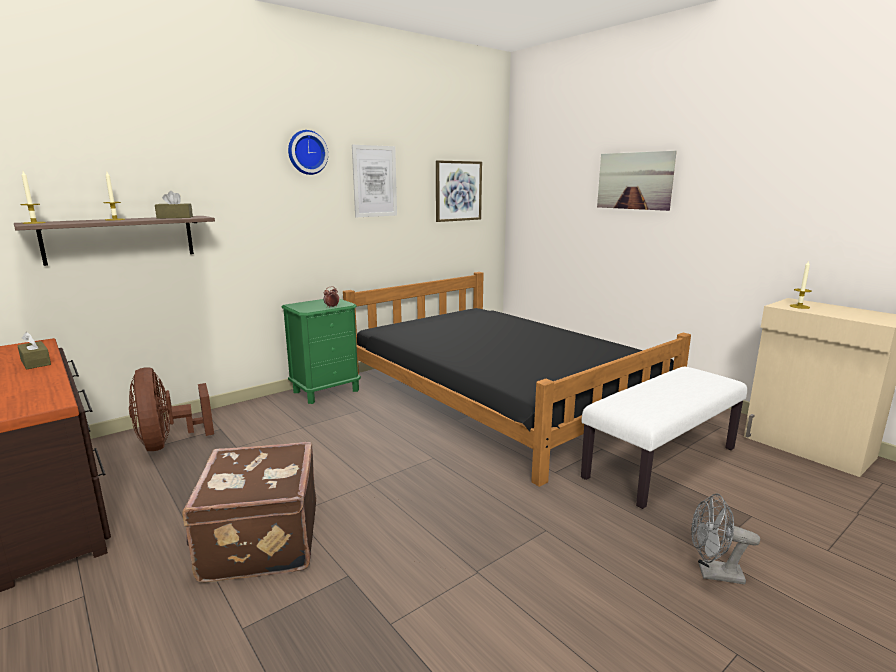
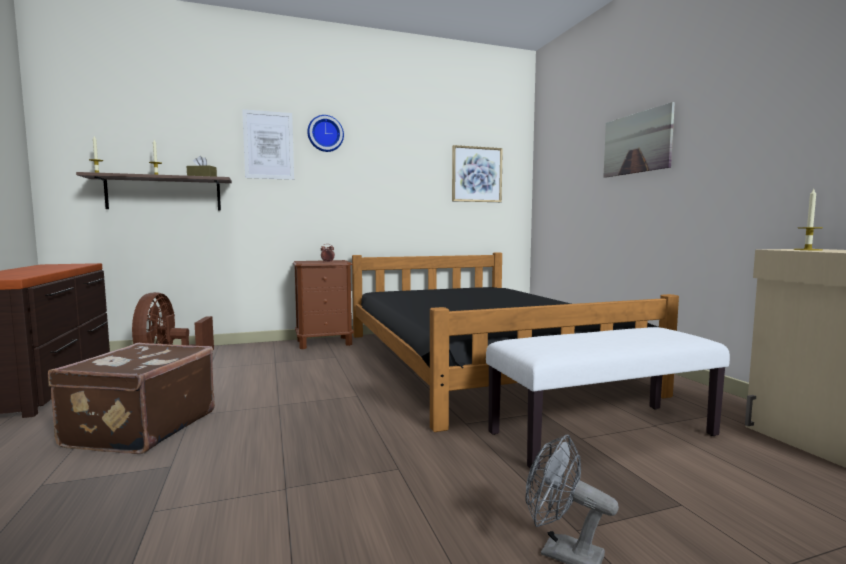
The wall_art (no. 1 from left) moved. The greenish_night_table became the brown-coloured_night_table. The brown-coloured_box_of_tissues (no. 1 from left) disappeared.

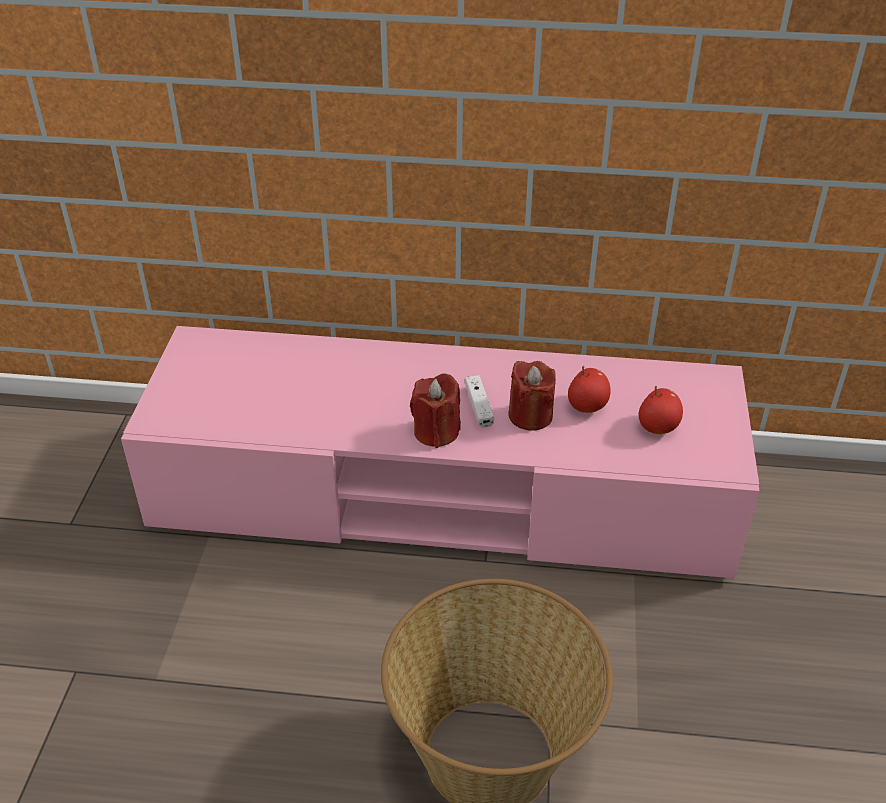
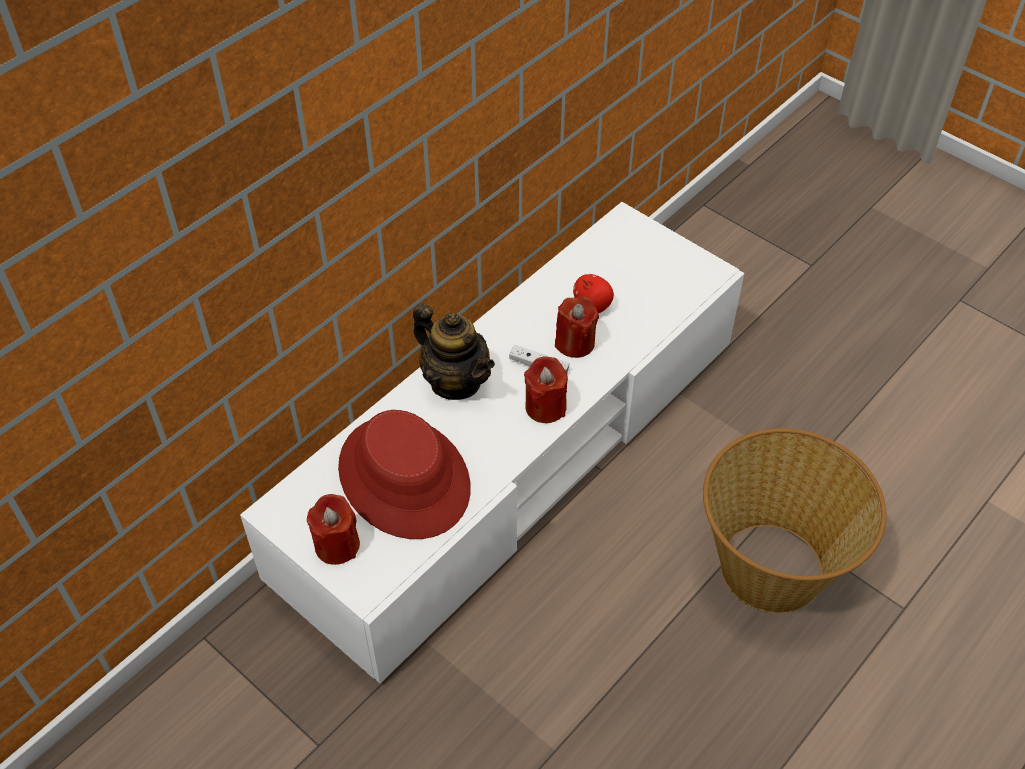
The pink_tv_unit became the whitish_tv_unit. The apple (no. 2 from left) disappeared. The pot_for_tea appeared. The red-coloured_clothing_hat appeared. The red-coloured_candle (no. 1 from left) appeared.

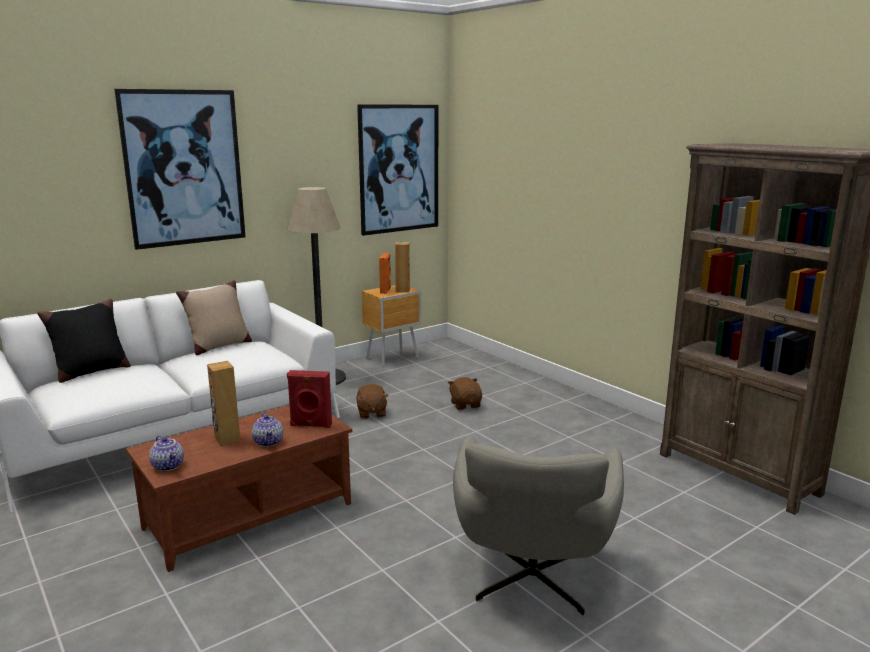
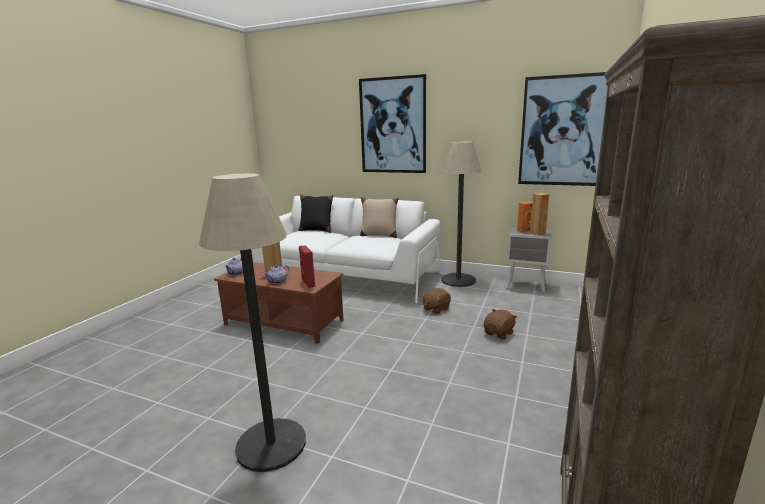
The brown-coloured_night_table became the gray_night_table. The gray_armchair was replaced by the standard_lamp (no. 1 from left).

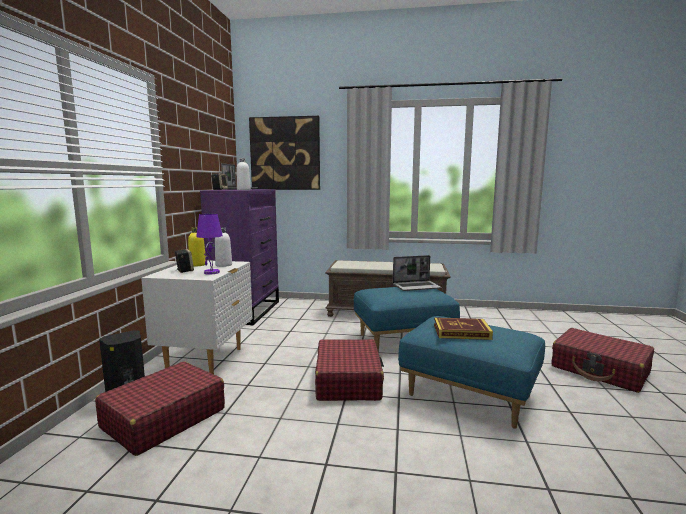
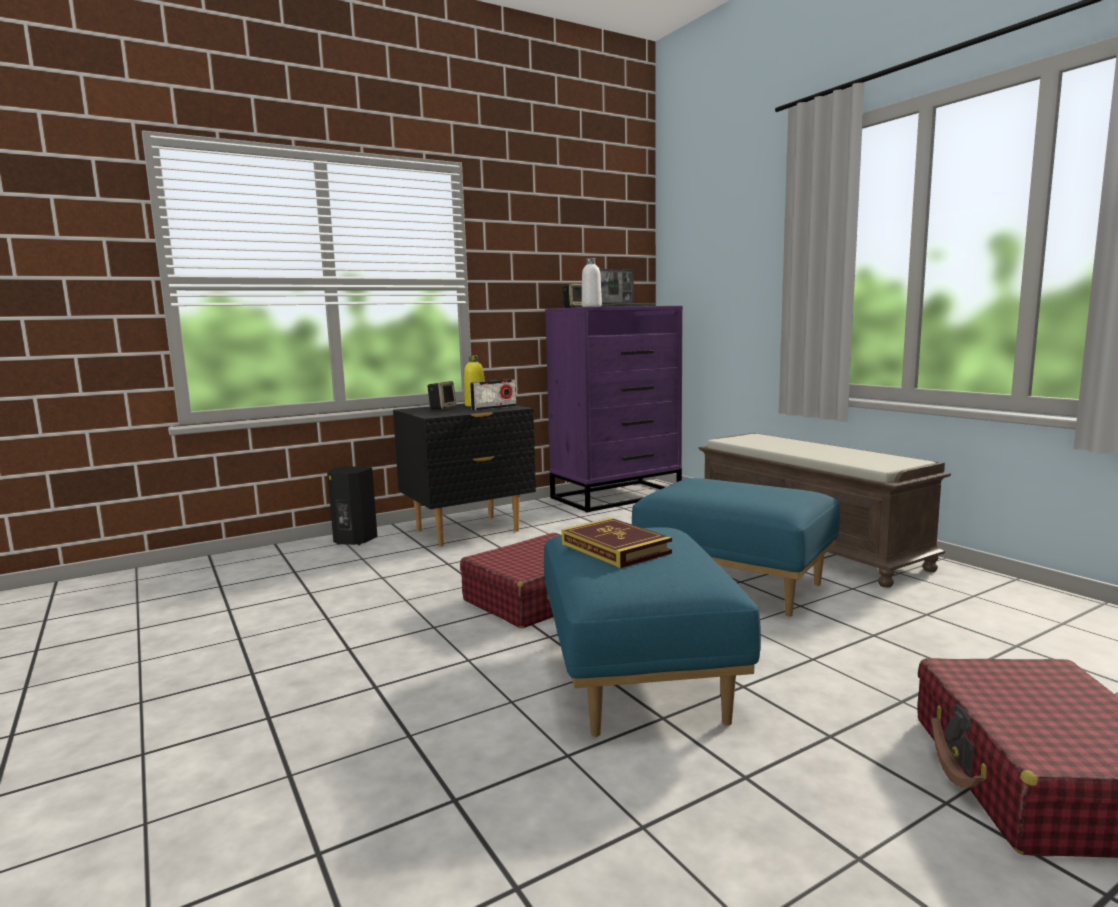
The wall_art disappeared. The purple_tabletop_lamp disappeared. The whitish_bottle (no. 1 from left) was replaced by the radio_receiver. The notebook_computer (no. 2 from left) disappeared. The whitish_night_table became the blackish_night_table. The red-coloured_travel_case (no. 1 from left) disappeared.

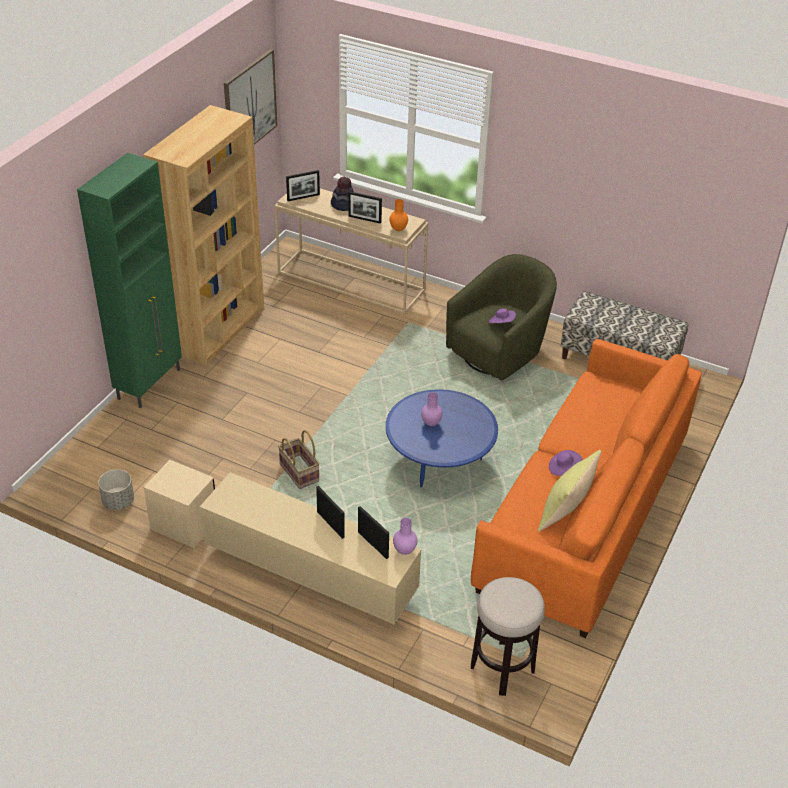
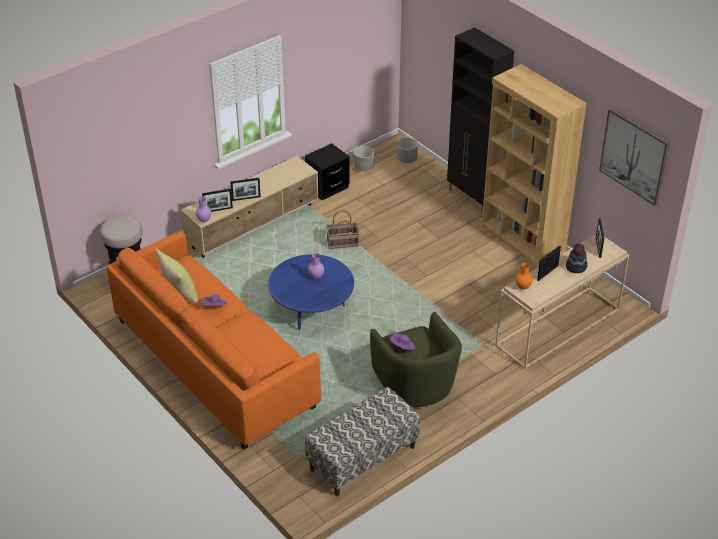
The greenish_cupboard became the blackish_cupboard. The beige_night_table became the blackish_night_table. The gray_planter (no. 2 from left) appeared.

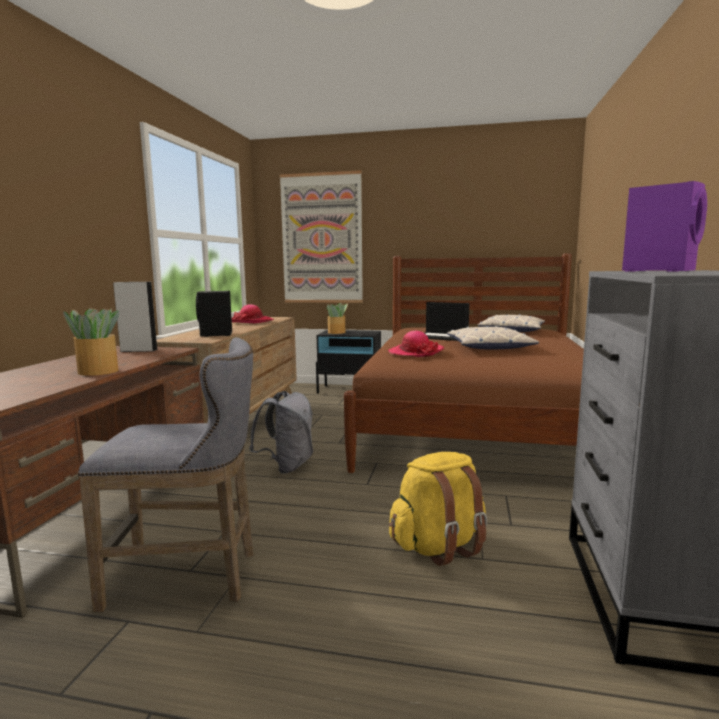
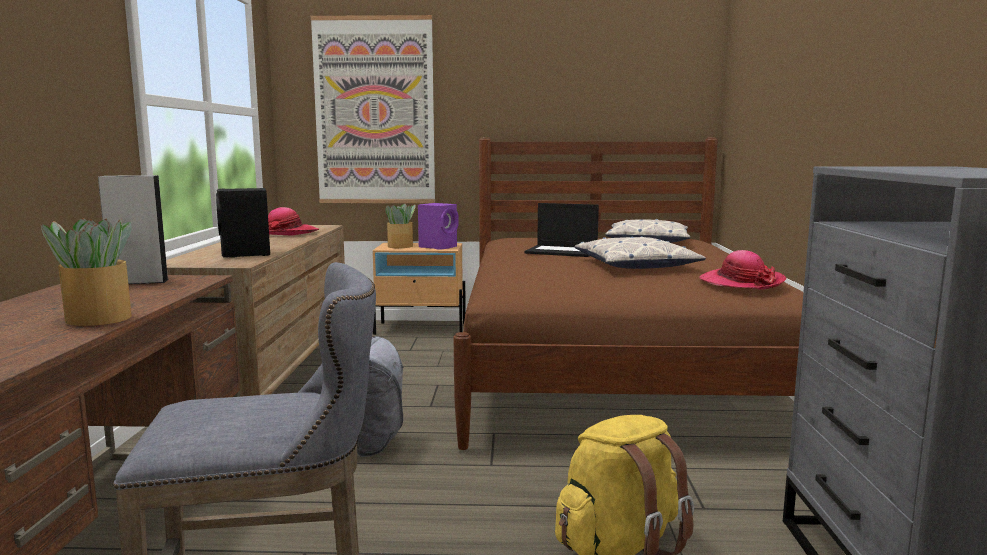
The purple_audio_speaker moved. The blackish_night_table became the beige_night_table. The clothing_hat (no. 2 from left) moved.

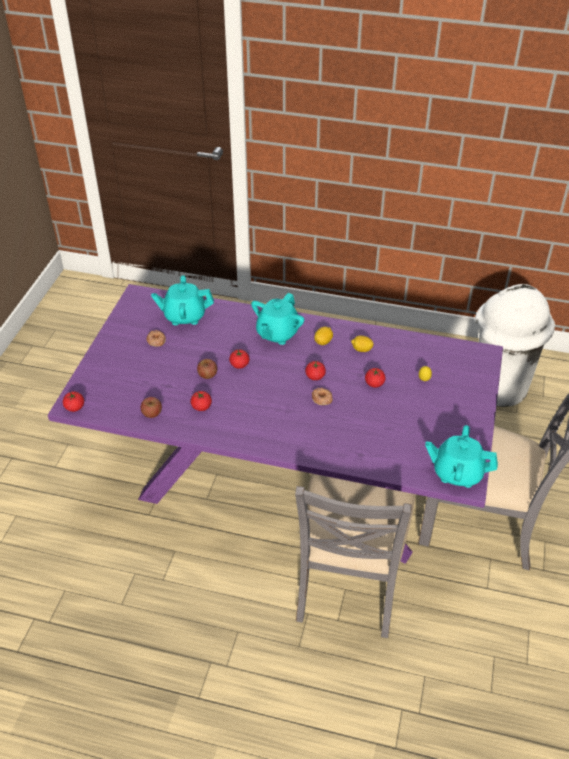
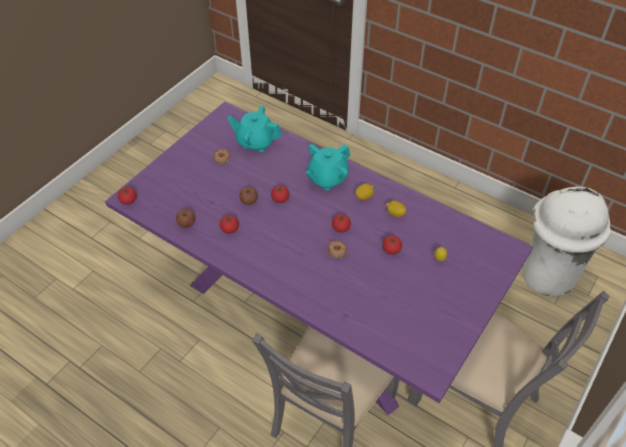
The turquoise-coloured_pot_for_tea (no. 3 from left) disappeared.

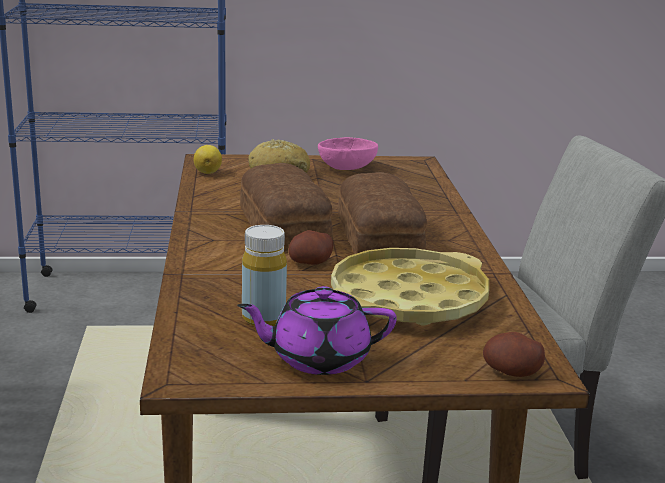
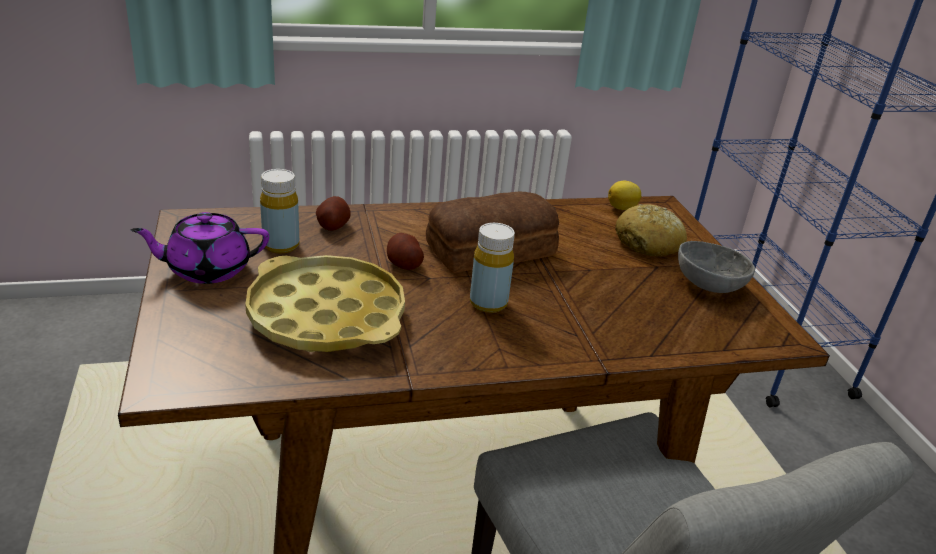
The pink_bowl became the gray_bowl. The bread (no. 3 from left) was replaced by the yellow_bottle (no. 2 from left). The purple_pot_for_tea turned 90 degrees counterclockwise. The potato (no. 2 from left in the first image) moved.

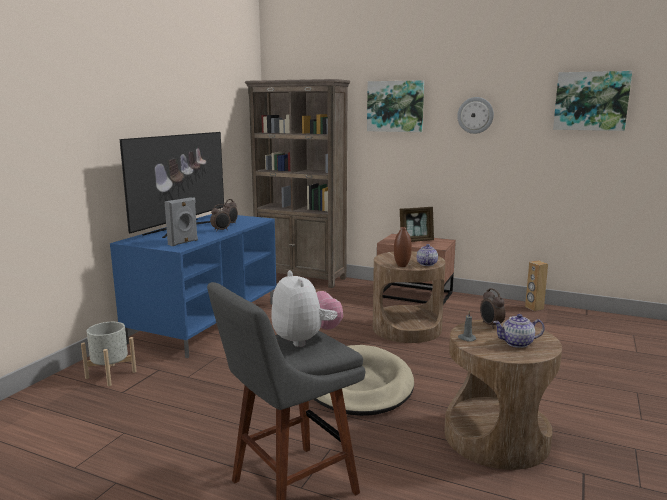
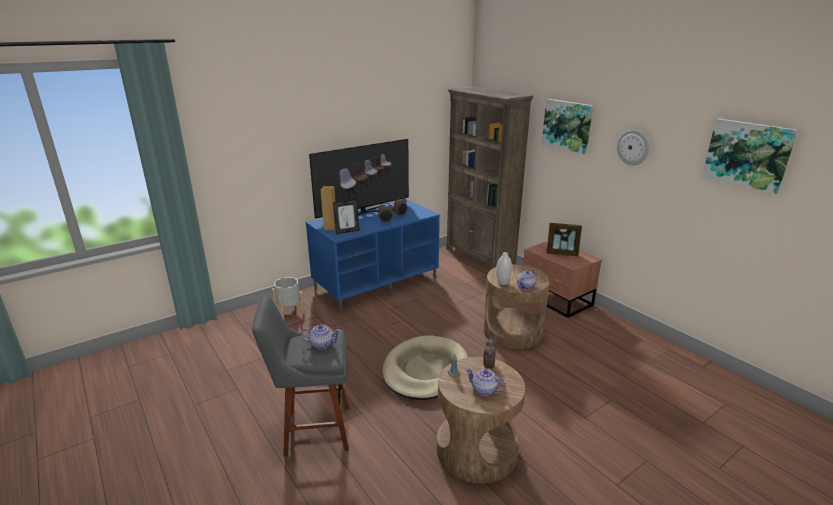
The gray_audio_speaker was replaced by the photo_frame (no. 1 from left). The brown-coloured_decorative_vase became the whitish_decorative_vase. The brown-coloured_audio_speaker moved. The plush_toy was replaced by the pot_for_tea (no. 1 from left).

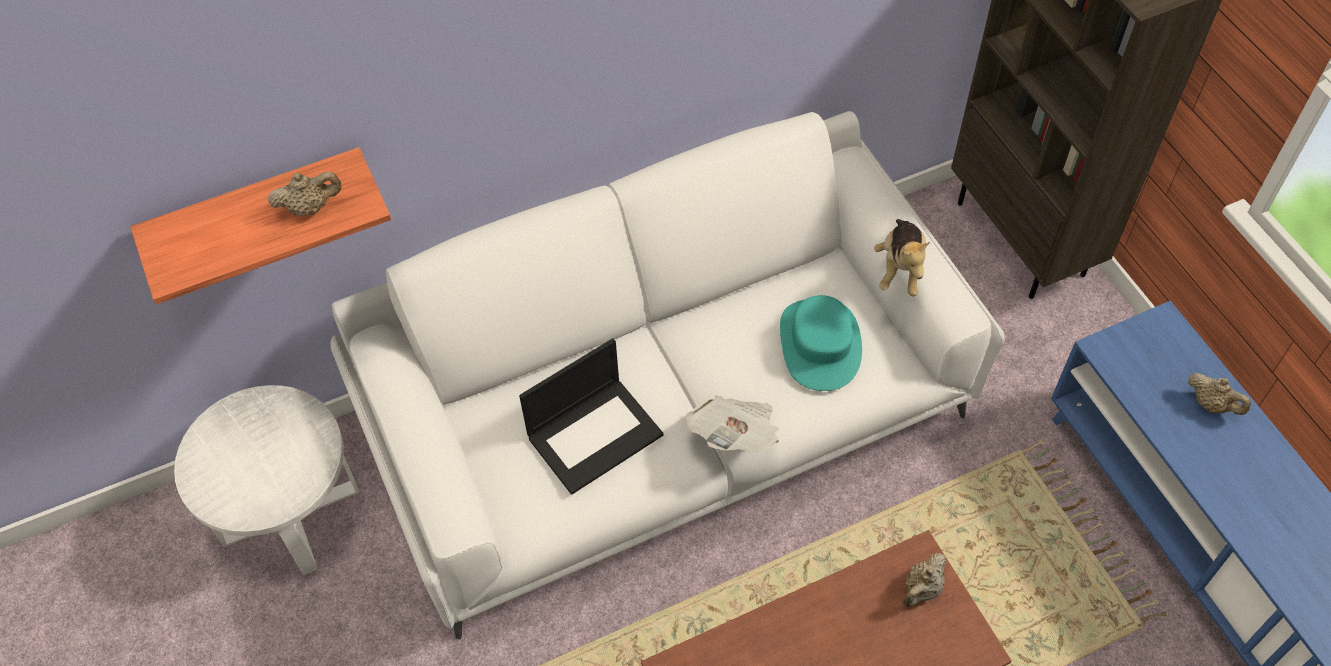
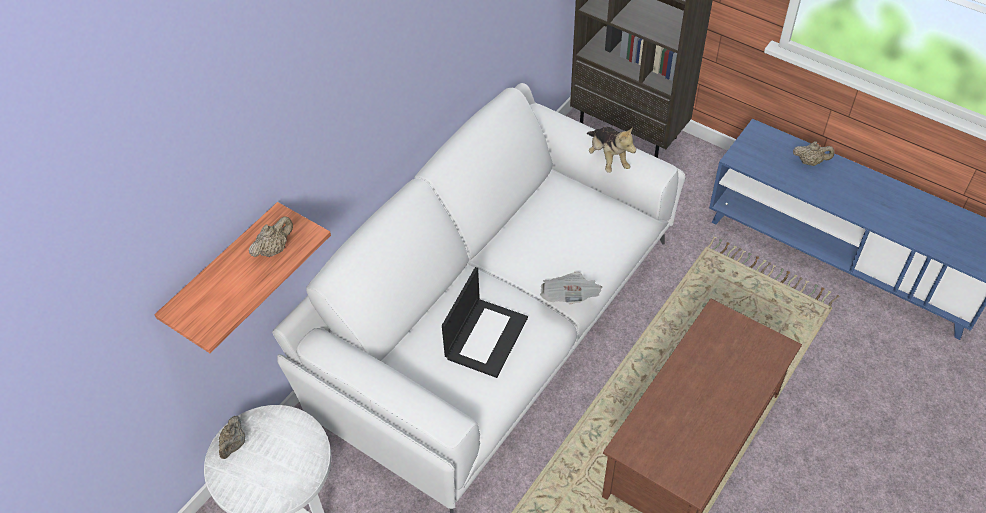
The turquoise-coloured_clothing_hat disappeared. The beige_pot_for_tea (no. 2 from left in the first image) moved.

